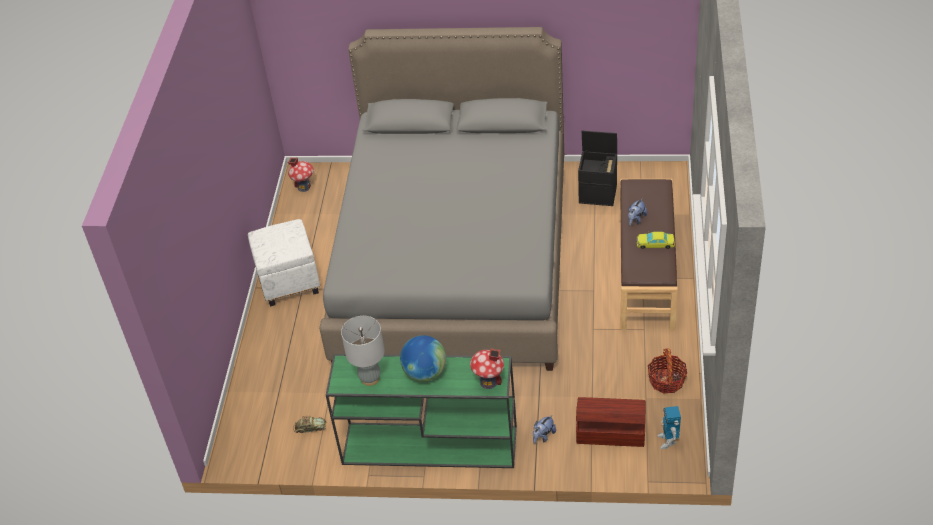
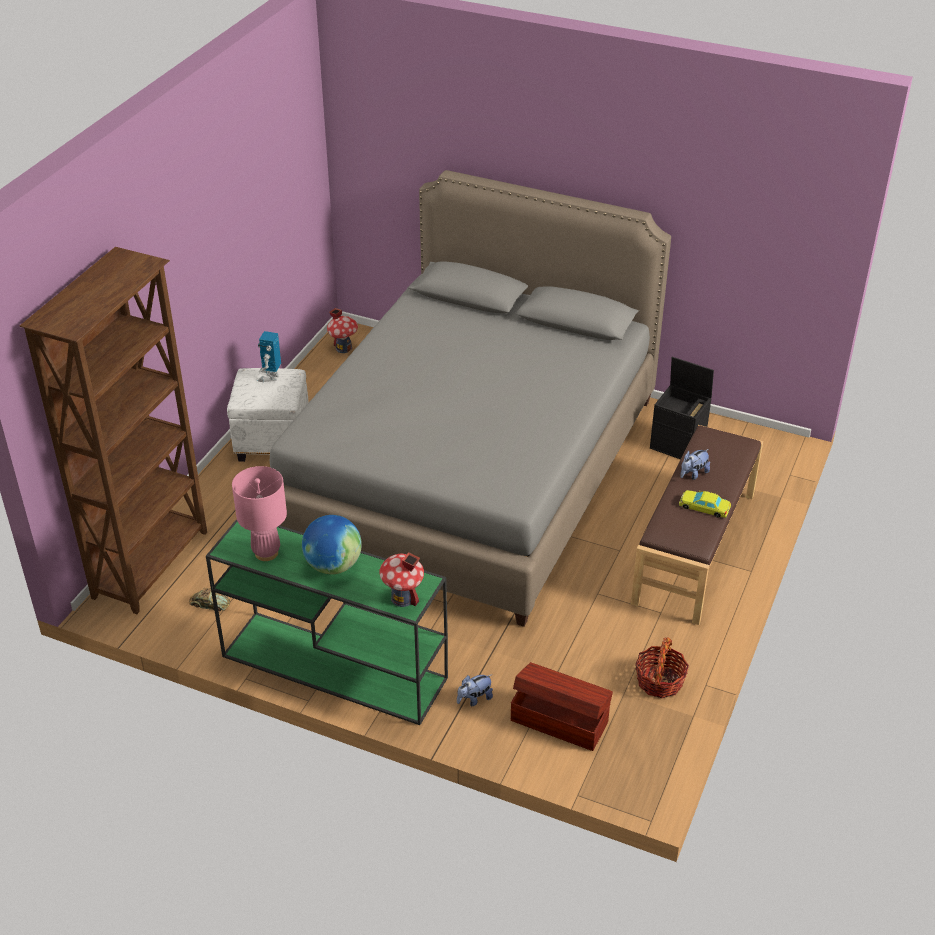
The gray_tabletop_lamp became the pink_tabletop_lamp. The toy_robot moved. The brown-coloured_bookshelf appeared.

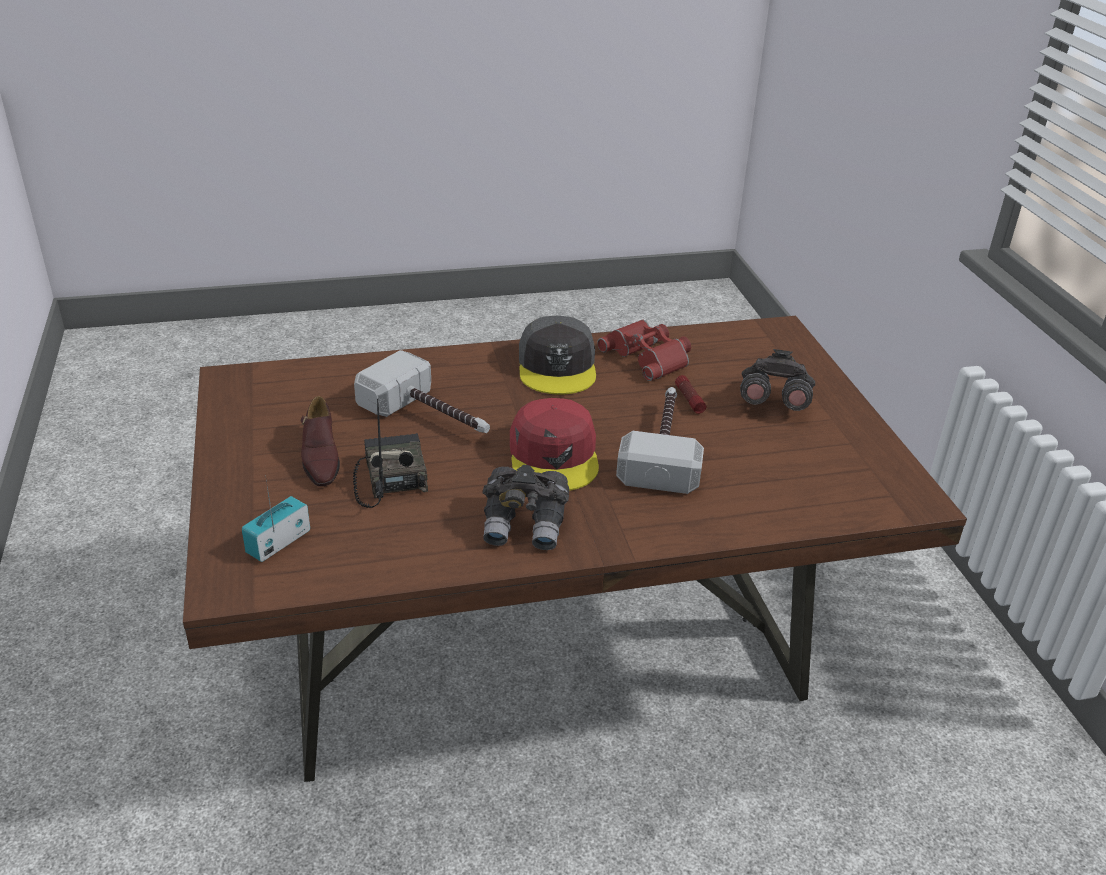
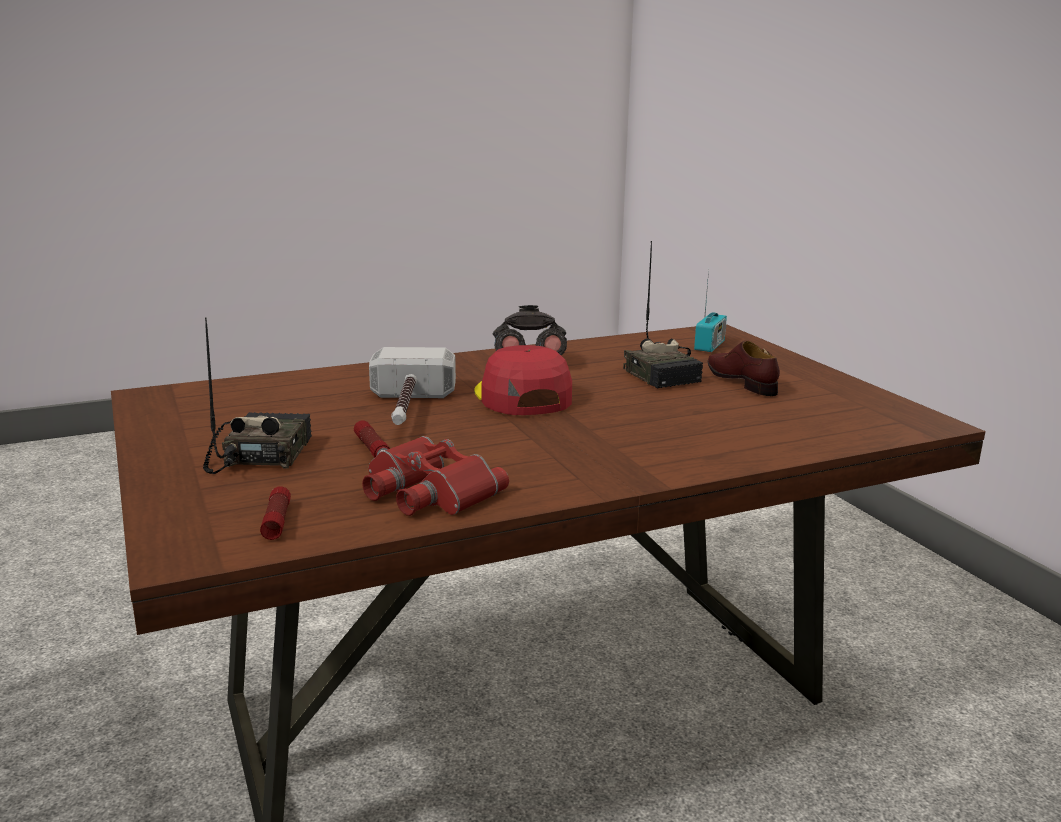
The gray_baseball_cap disappeared. The gray_field_glasses (no. 2 from left) was replaced by the radio_receiver (no. 1 from left). The hammer (no. 1 from left) disappeared. The hand_torch (no. 1 from left) appeared.

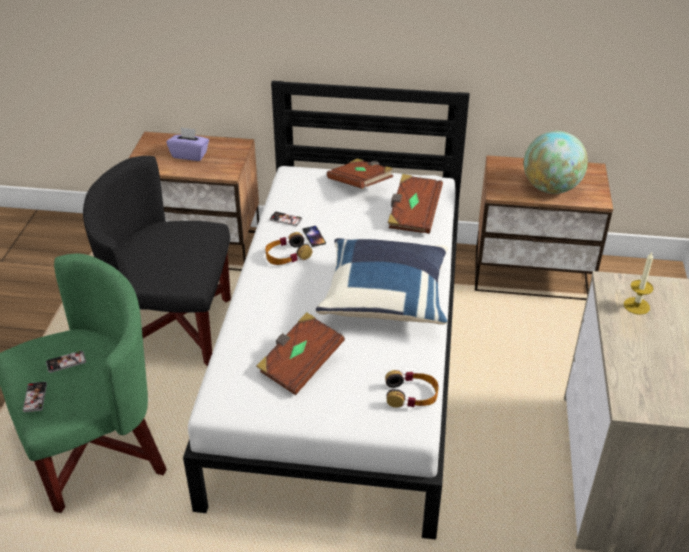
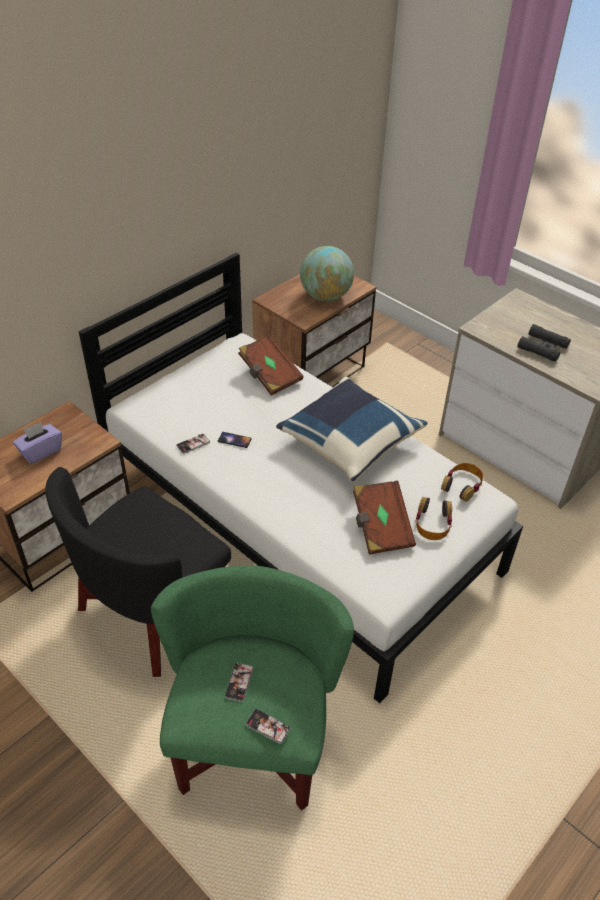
The brown-coloured_bound_book (no. 2 from left) disappeared. The headset (no. 1 from left) moved. The candle disappeared. The blackish_field_glasses appeared.

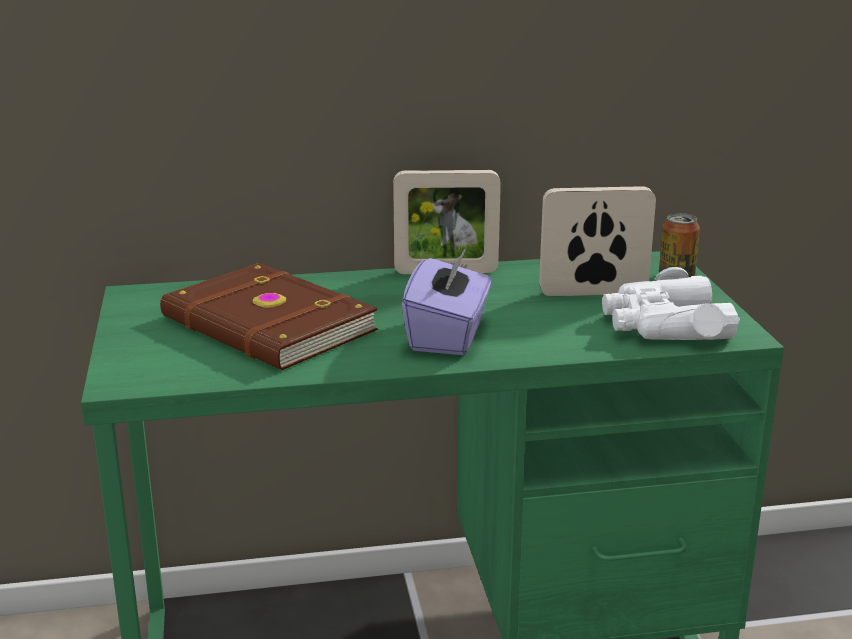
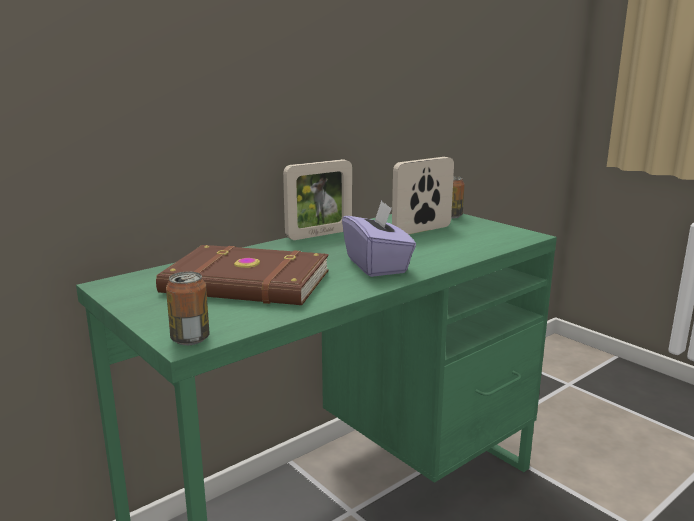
The whitish_field_glasses disappeared. The metal_can (no. 1 from left) appeared.

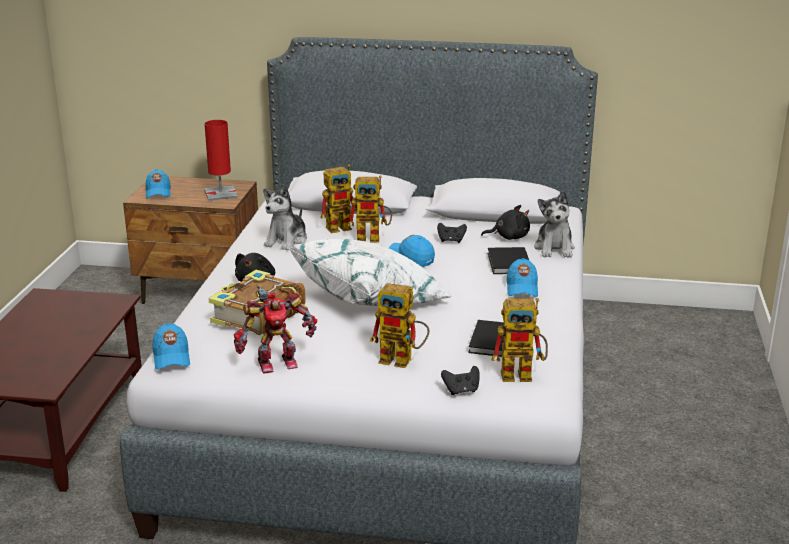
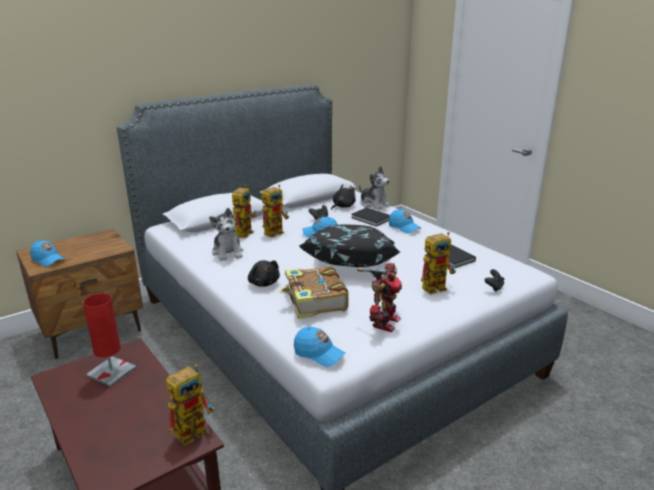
The red-coloured_tabletop_lamp moved. The whitish_pillow became the blackish_pillow. The toy_robot (no. 5 from left in the first image) moved.

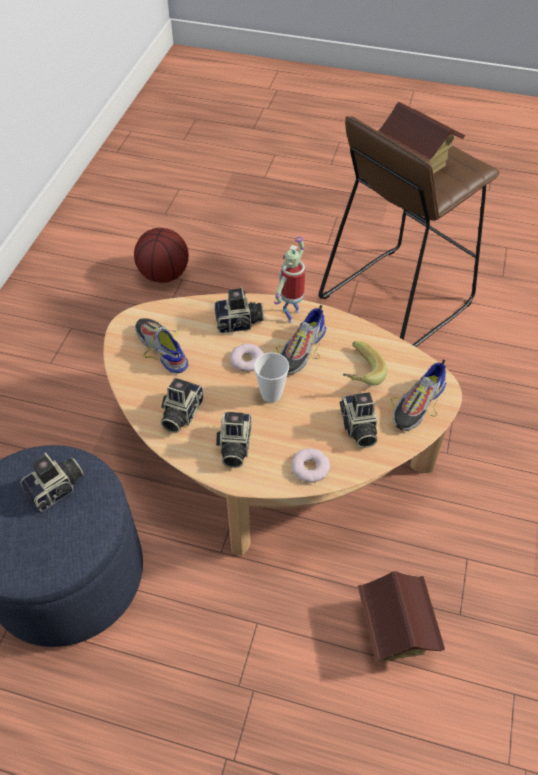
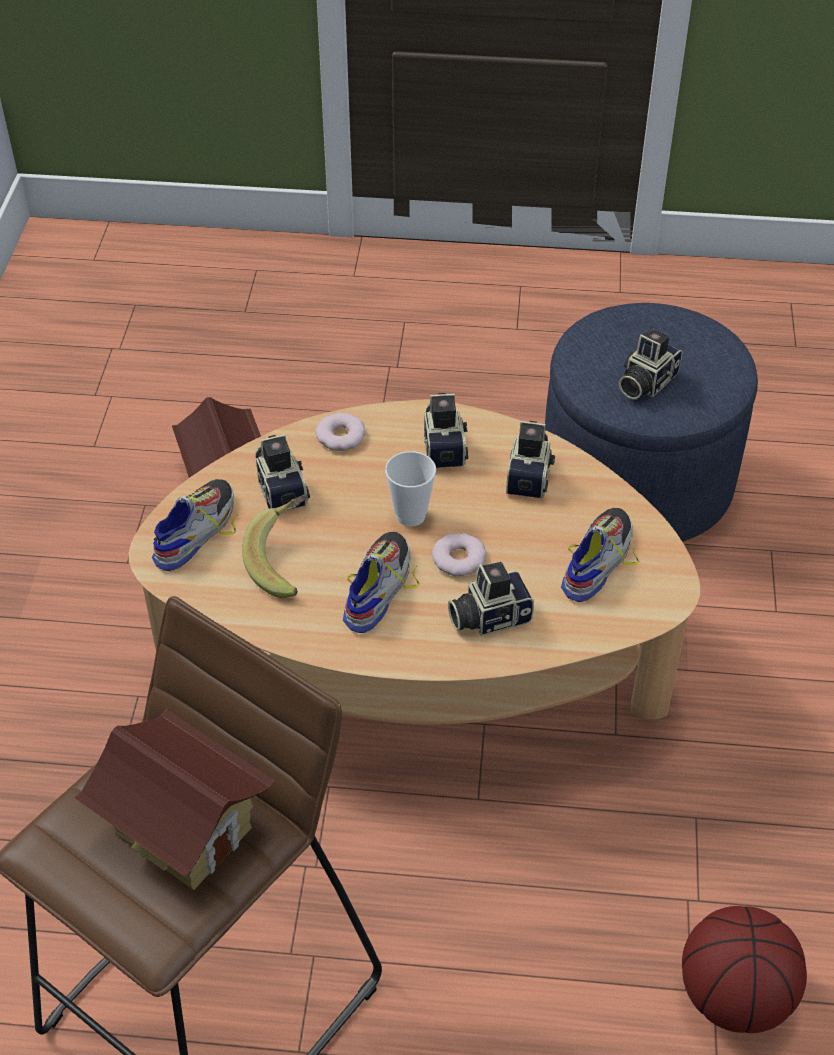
The toy_robot disappeared. The item_of_footwear (no. 1 from left in the first image) turned 105 degrees counterclockwise.

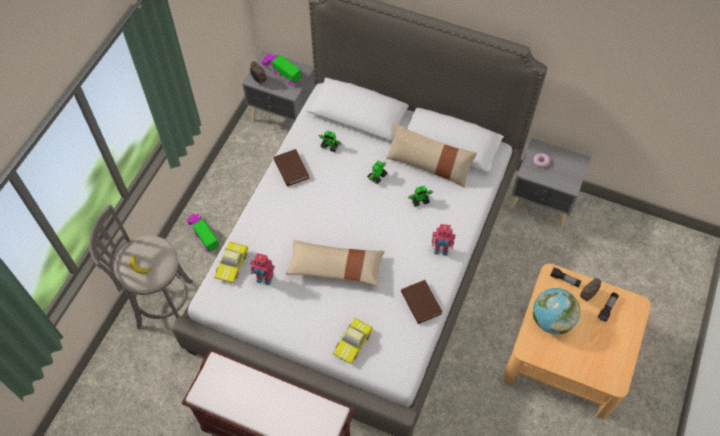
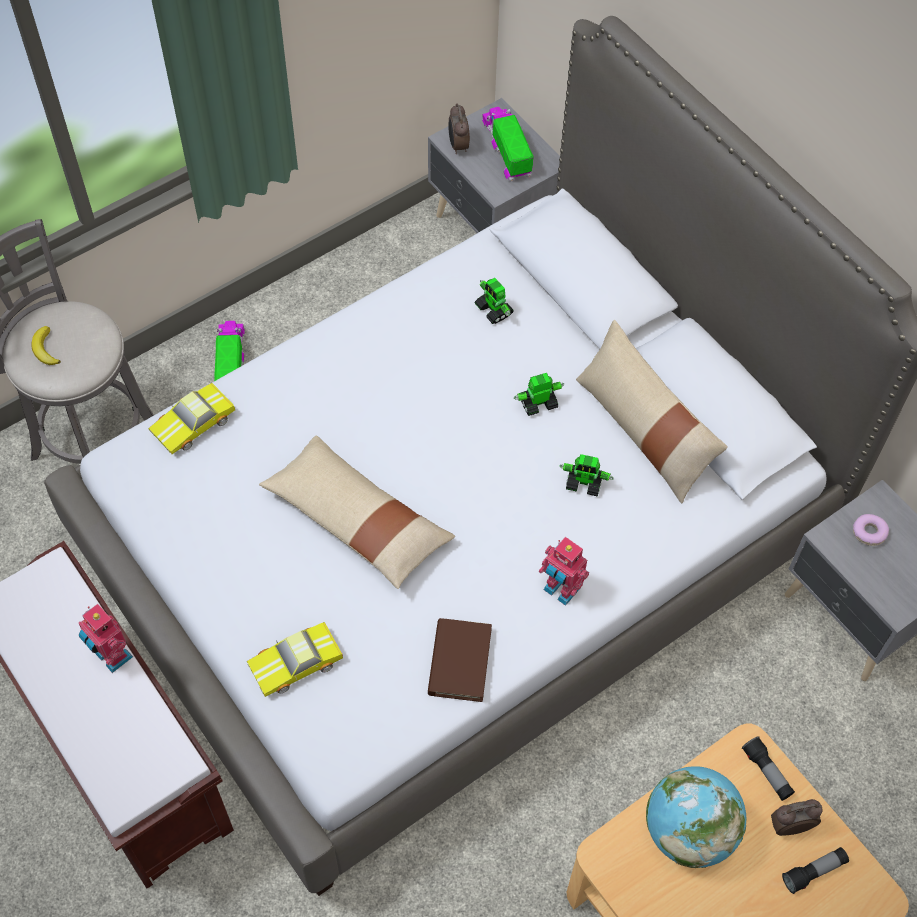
The brown-coloured_bound_book (no. 1 from left) disappeared. The toy_robot (no. 1 from left) moved.

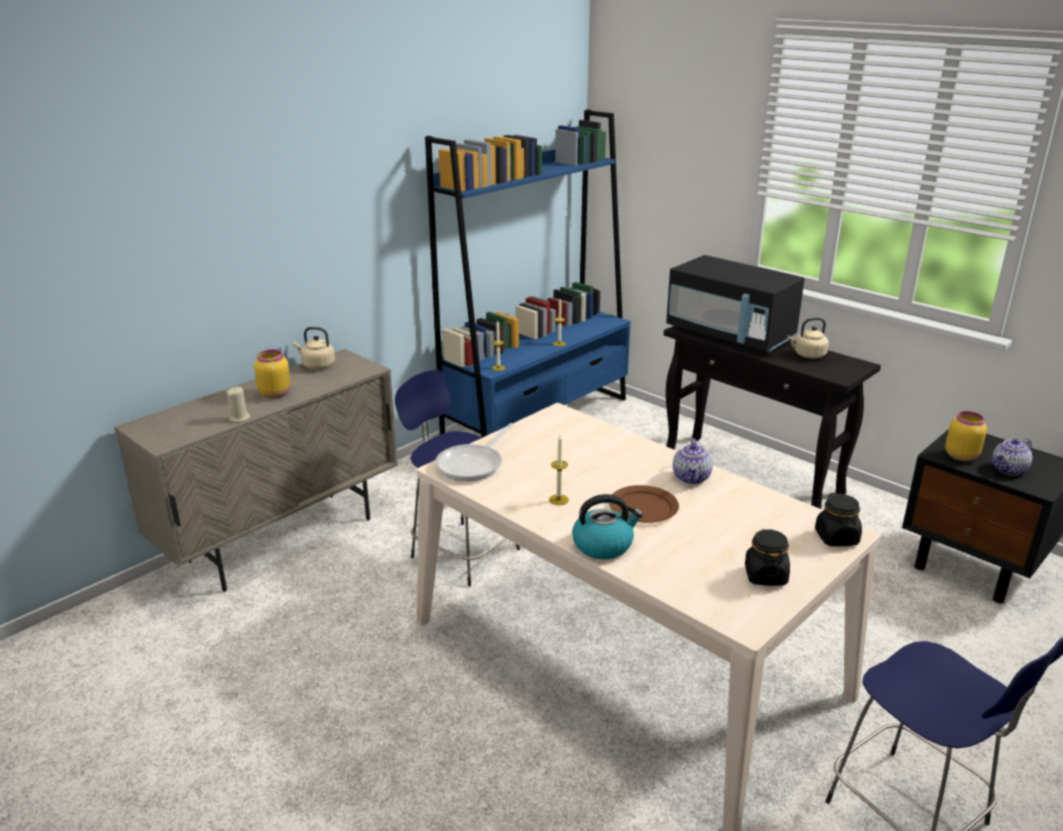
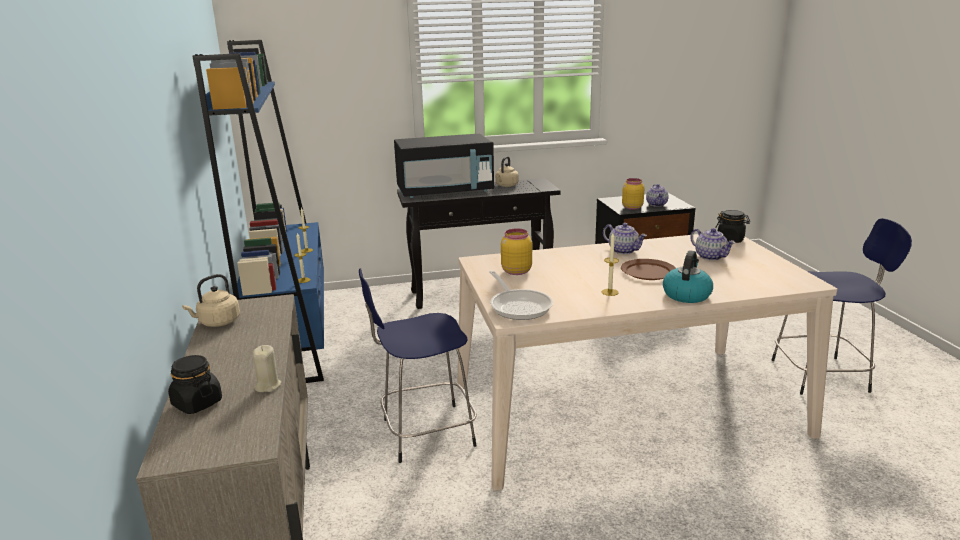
The yellow_jar (no. 1 from left) moved. The blackish_jar (no. 1 from left) moved. The pot_for_tea (no. 3 from left) appeared.

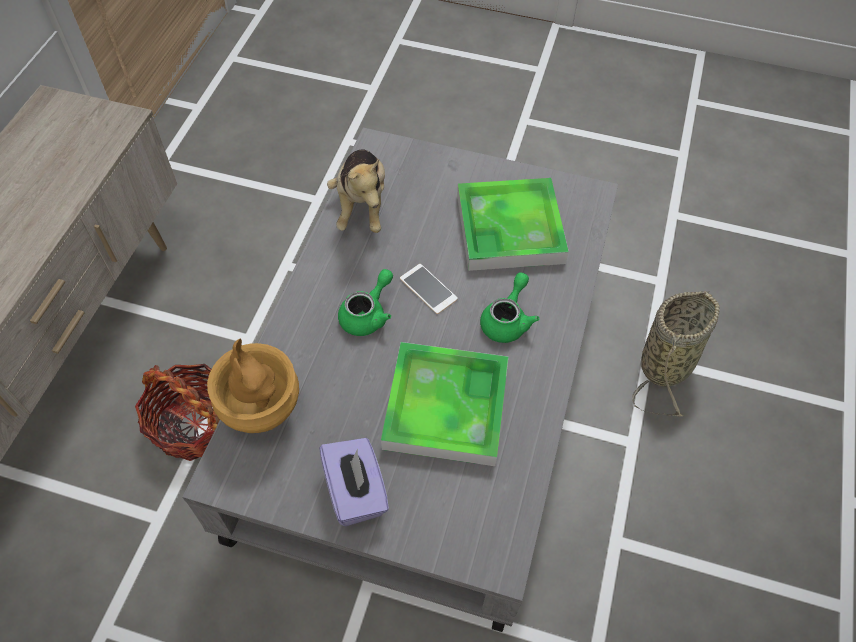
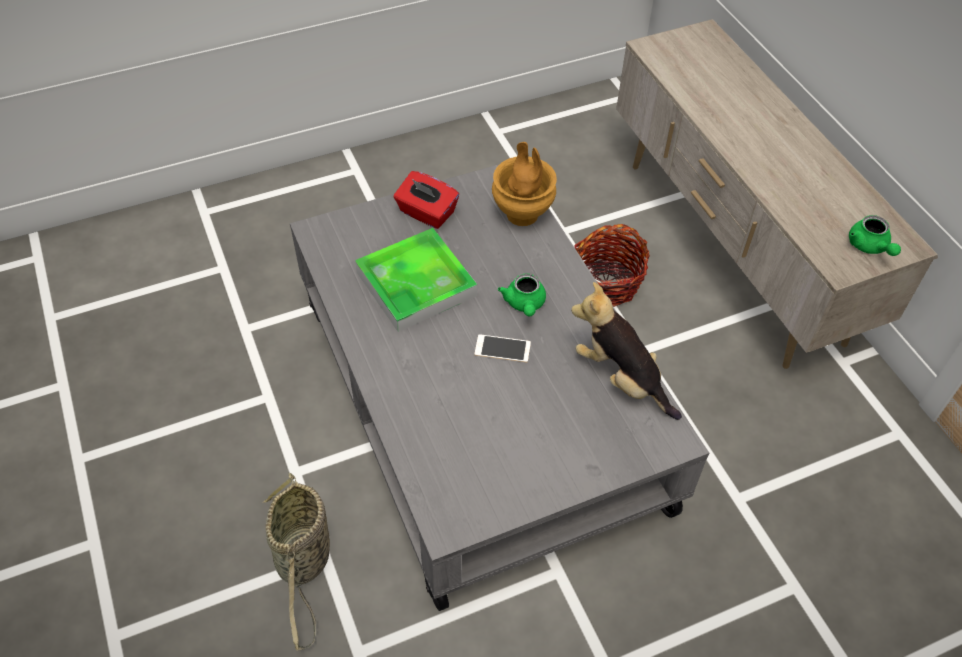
The serving_tray (no. 2 from left) disappeared. The greenish_pot_for_tea (no. 2 from left) moved. The purple_box_of_tissues became the red-coloured_box_of_tissues.

